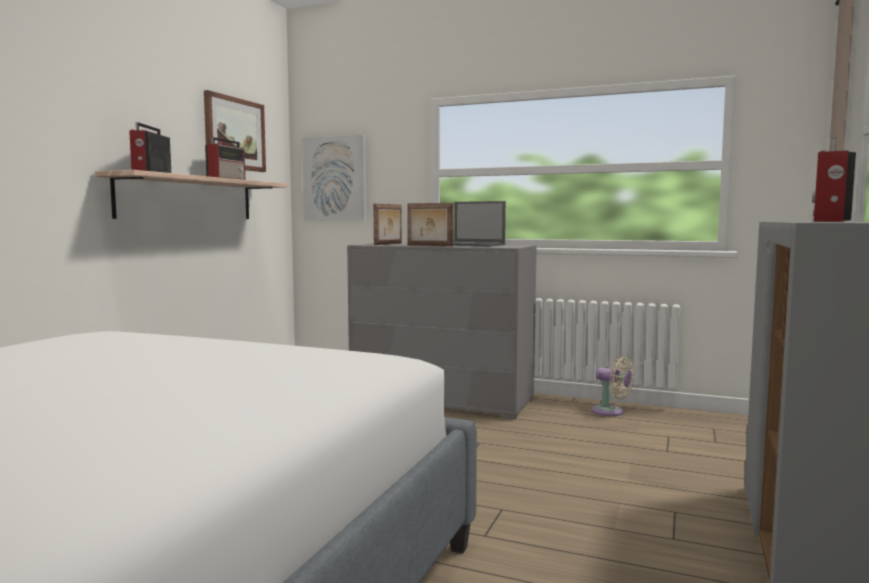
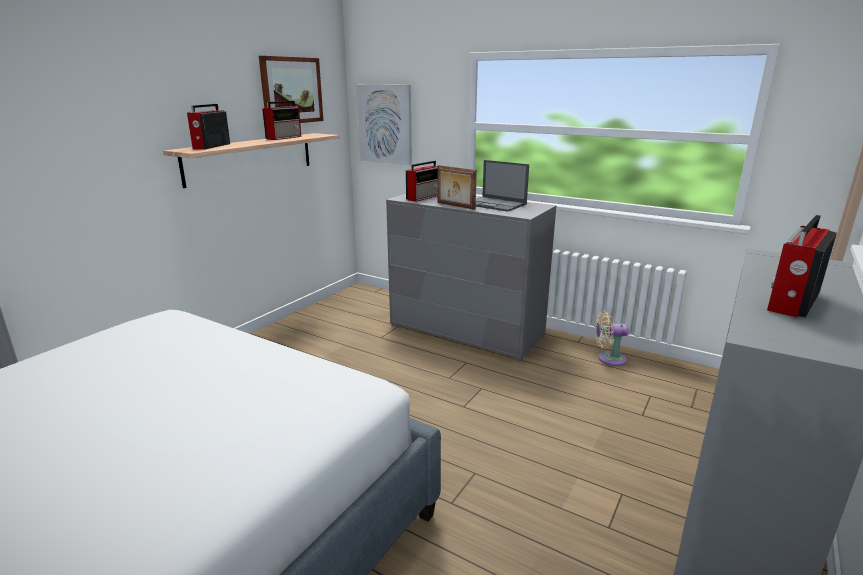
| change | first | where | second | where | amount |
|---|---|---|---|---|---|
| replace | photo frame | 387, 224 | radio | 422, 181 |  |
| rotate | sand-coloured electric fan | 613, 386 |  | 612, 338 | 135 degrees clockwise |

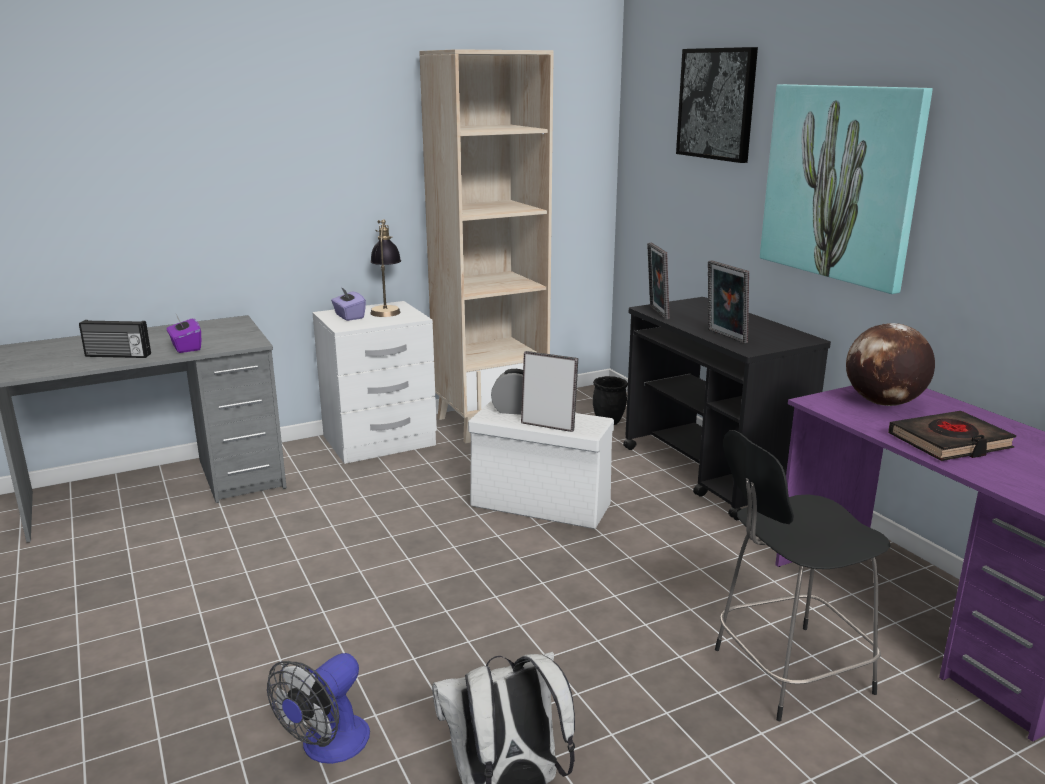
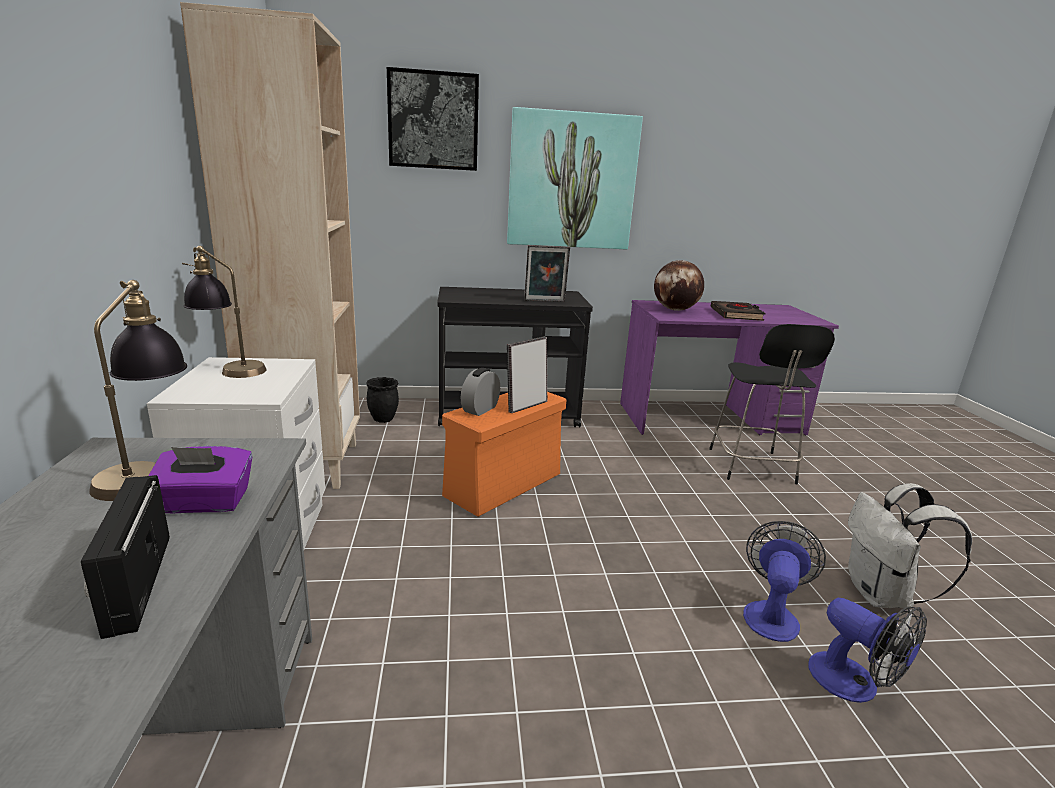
| change | first | where | second | where | amount |
|---|---|---|---|---|---|
| delete | photo frame | 658, 281 |  |  |  |
| delete | purple-coloured box of tissues | 348, 304 |  |  |  |
| rotate | radio | 115, 339 |  | 125, 557 | 135 degrees clockwise |
| recolor | white storage bin | 541, 465 | orangey storage bin | 504, 454 |  |
| insert |  |  | table lamp | 138, 390 |  |
| insert |  |  | electric fan | 784, 581 |  |

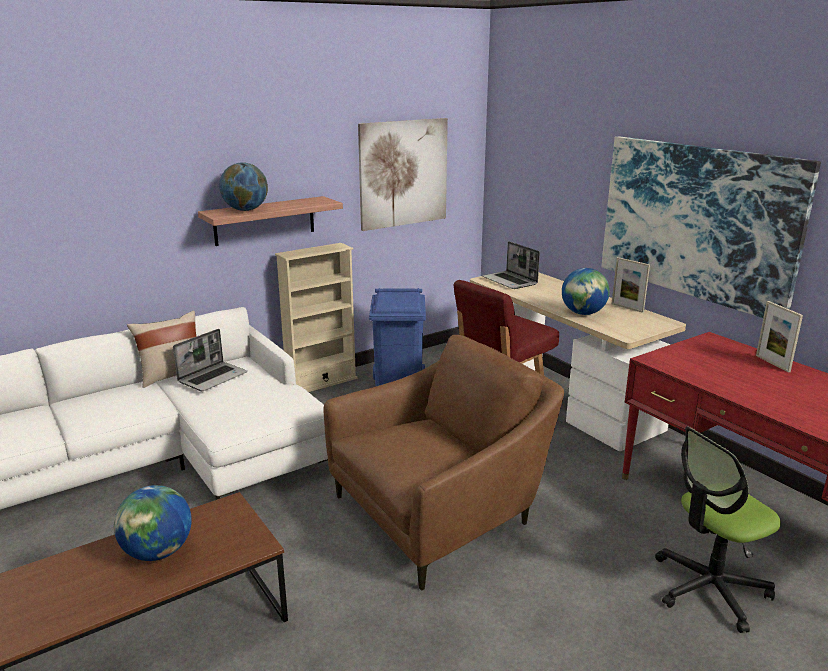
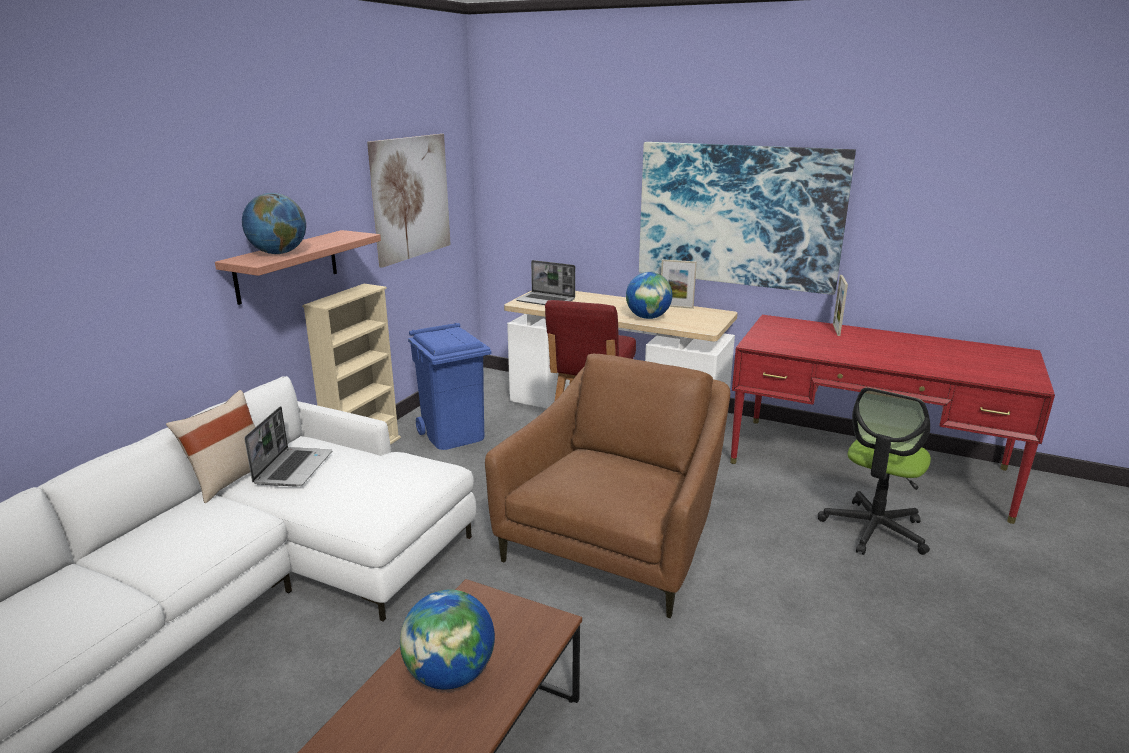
| change | first | where | second | where | amount |
|---|---|---|---|---|---|
| rotate | photo frame | 779, 337 |  | 840, 305 | 60 degrees clockwise |

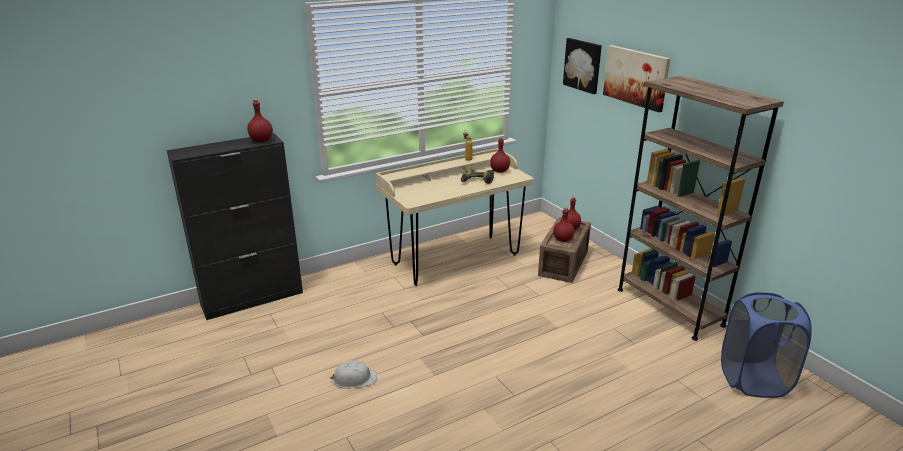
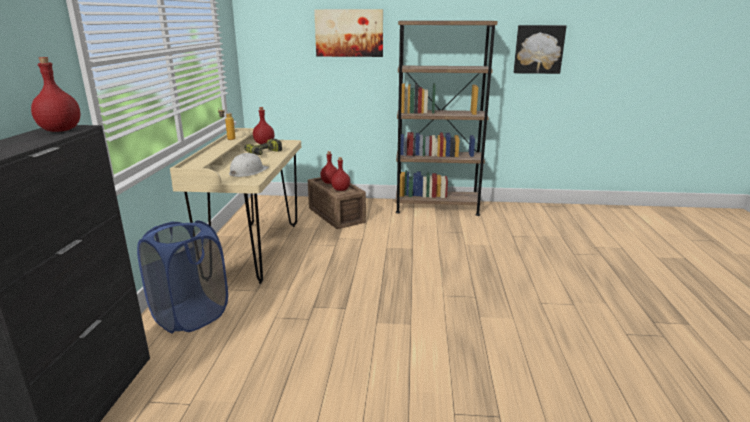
| change | first | where | second | where | amount |
|---|---|---|---|---|---|
| move | wall picture | 582, 66 |  | 540, 49 |  |
| move | bluish hamper | 766, 345 |  | 182, 277 |  |
| move | white work helmet | 353, 374 |  | 249, 165 |  |

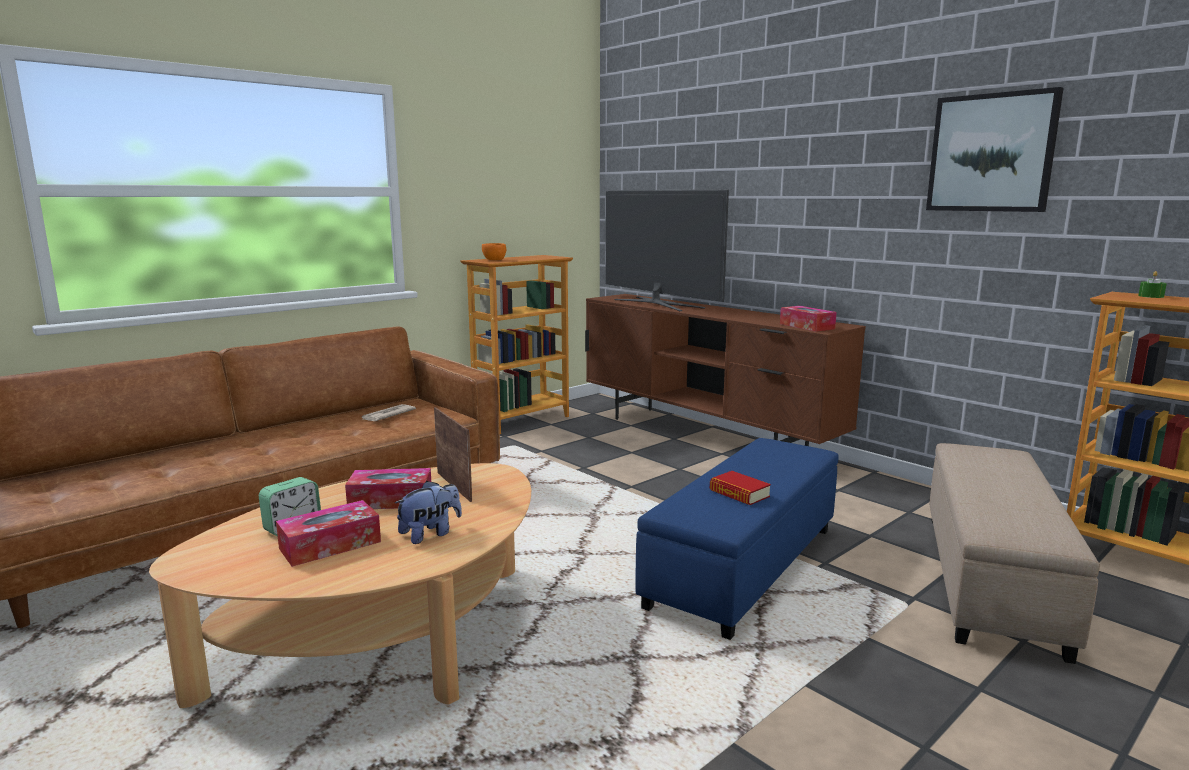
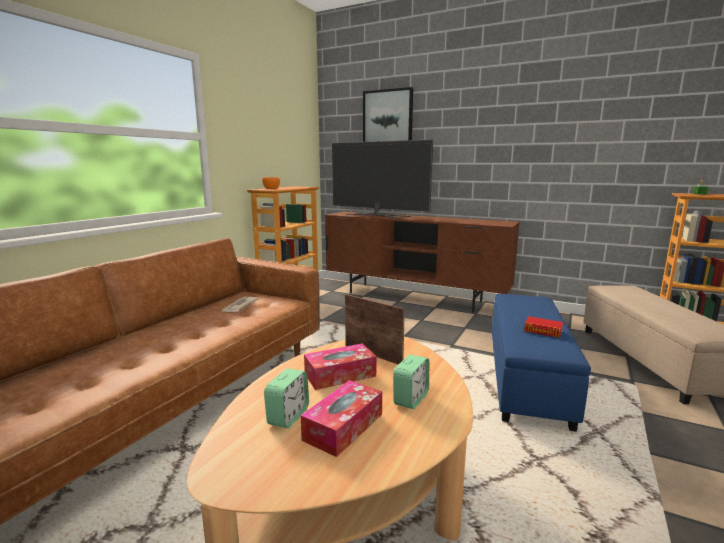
| change | first | where | second | where | amount |
|---|---|---|---|---|---|
| move | wall picture | 994, 149 |  | 388, 114 |  |
| delete | box of tissues | 808, 319 |  |  |  |
| replace | cuddly toy | 428, 512 | table clock | 411, 382 |  |

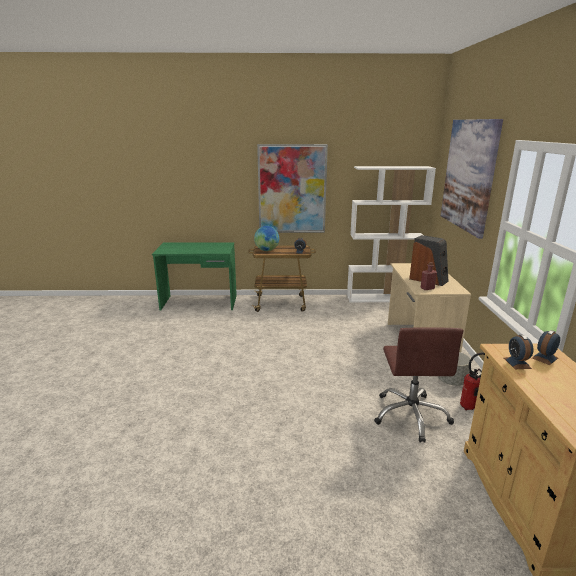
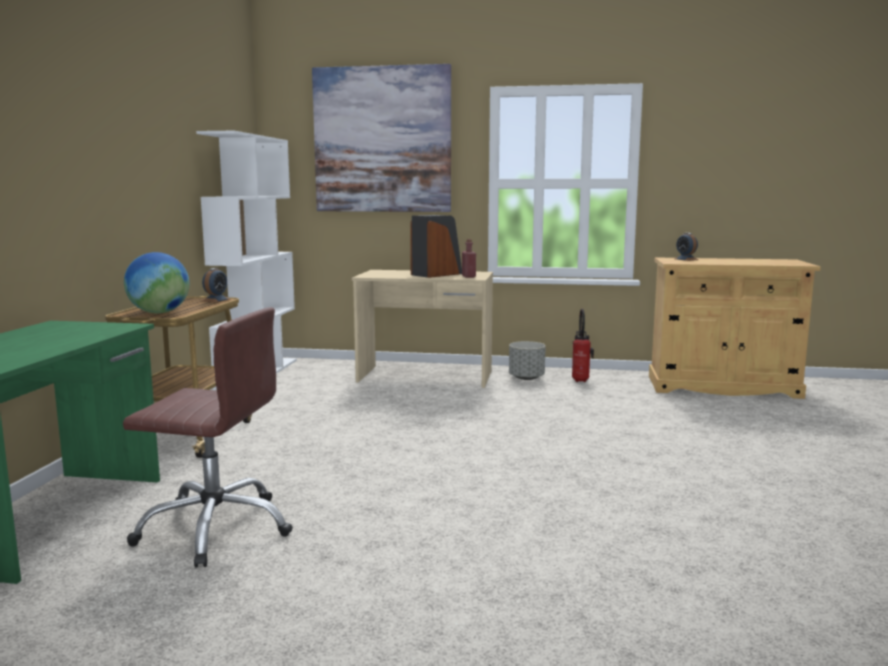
| change | first | where | second | where | amount |
|---|---|---|---|---|---|
| delete | wall picture | 292, 188 |  |  |  |
| move | brown-coloured computer chair | 419, 385 |  | 208, 437 |  |
| delete | table clock | 518, 352 |  |  |  |

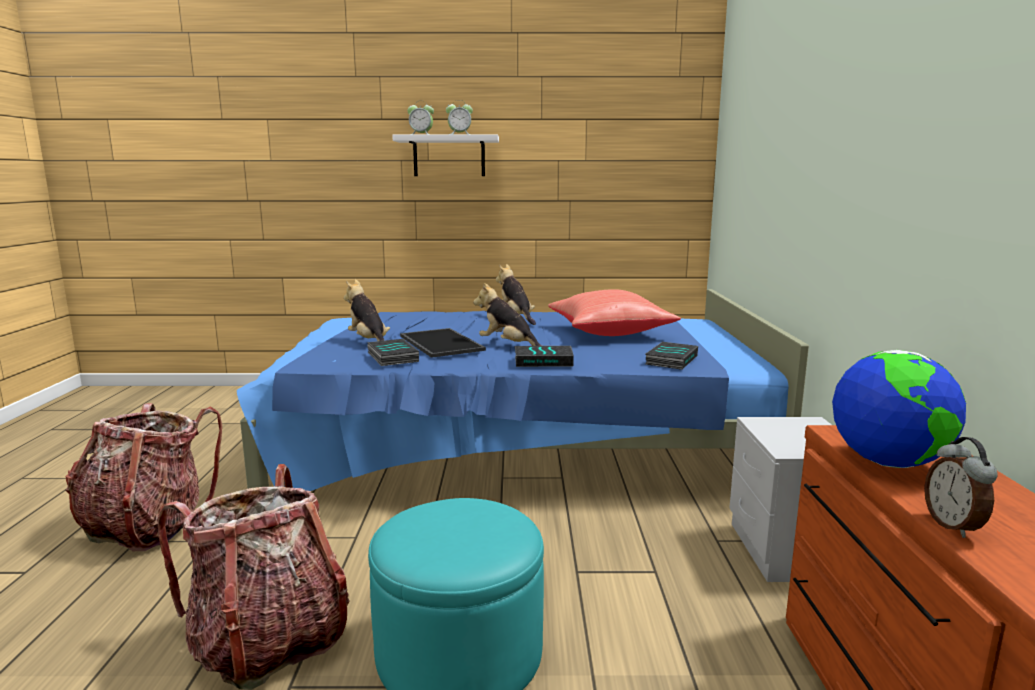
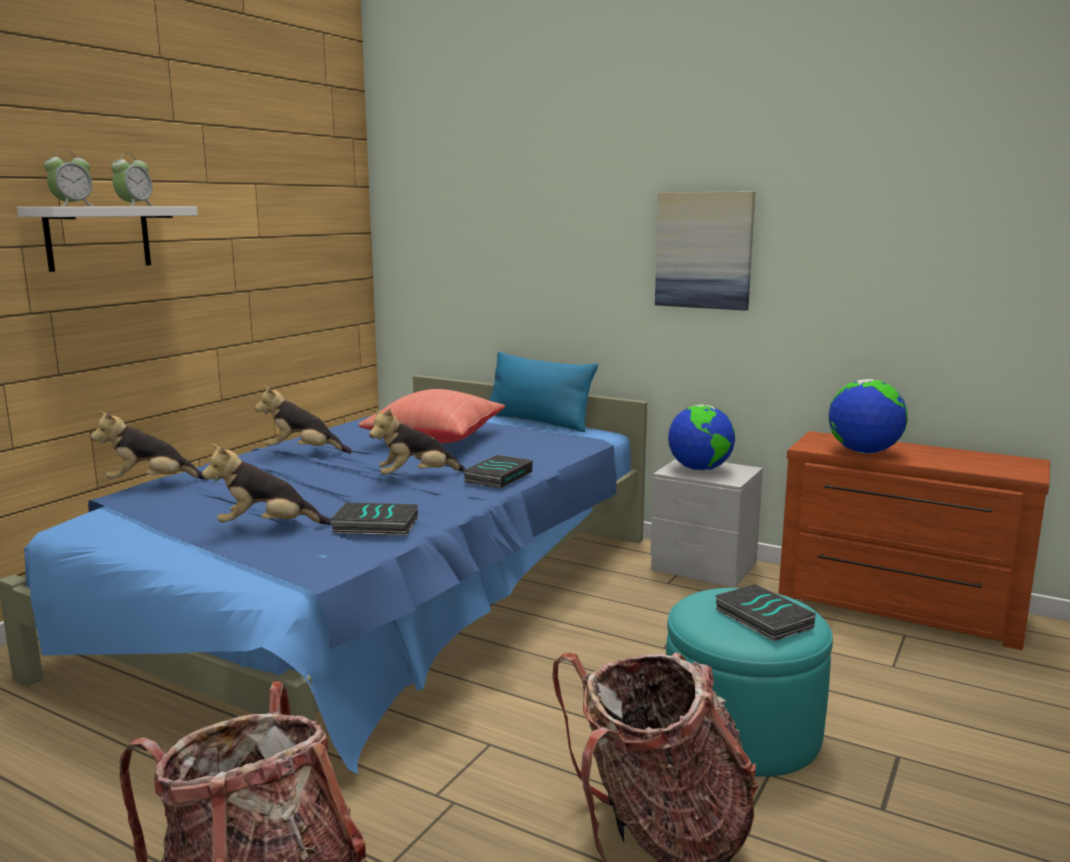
| change | first | where | second | where | amount |
|---|---|---|---|---|---|
| delete | serving tray | 443, 343 |  |  |  |
| move | bound book | 671, 356 |  | 765, 613 |  |
| delete | table clock | 961, 487 |  |  |  |
| insert |  |  | wall picture | 705, 251 |  |
| insert |  |  | bluish pillow | 543, 392 |  |
| insert |  |  | globe | 701, 437 |  |
| insert |  |  | cuddly toy | 149, 445 |  |

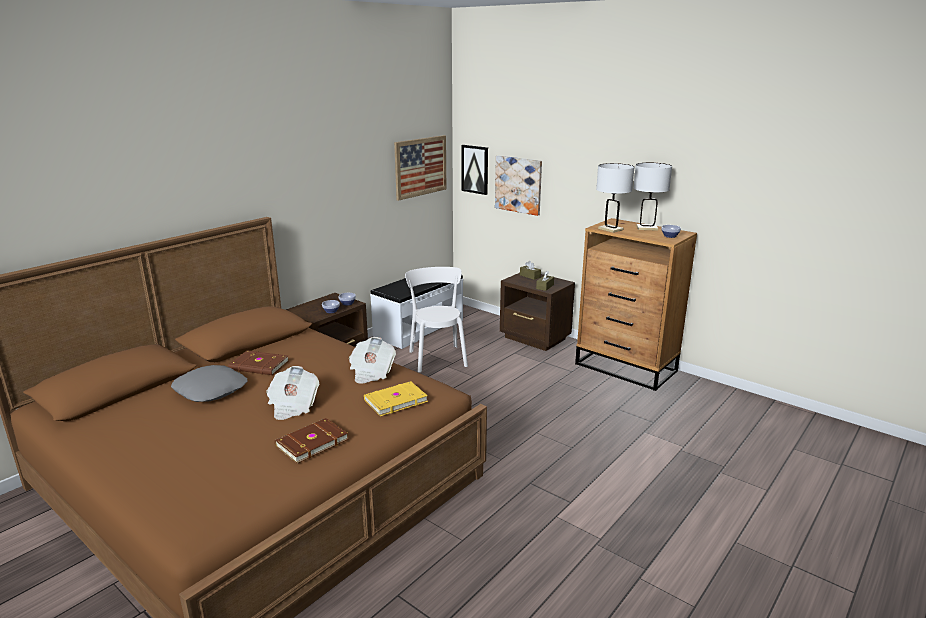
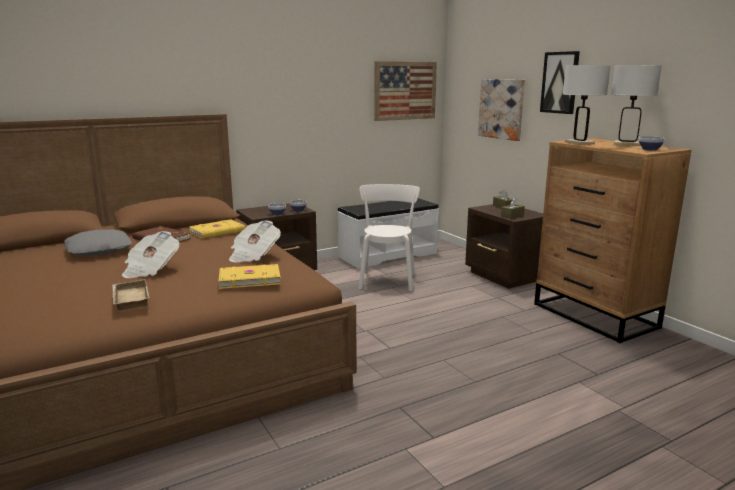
| change | first | where | second | where | amount |
|---|---|---|---|---|---|
| move | wall picture | 475, 170 |  | 560, 82 |  |
| replace | brown-coloured bound book | 312, 441 | sand-coloured serving tray | 131, 294 |  |
| insert |  |  | yellow-coloured bound book | 217, 229 |  |

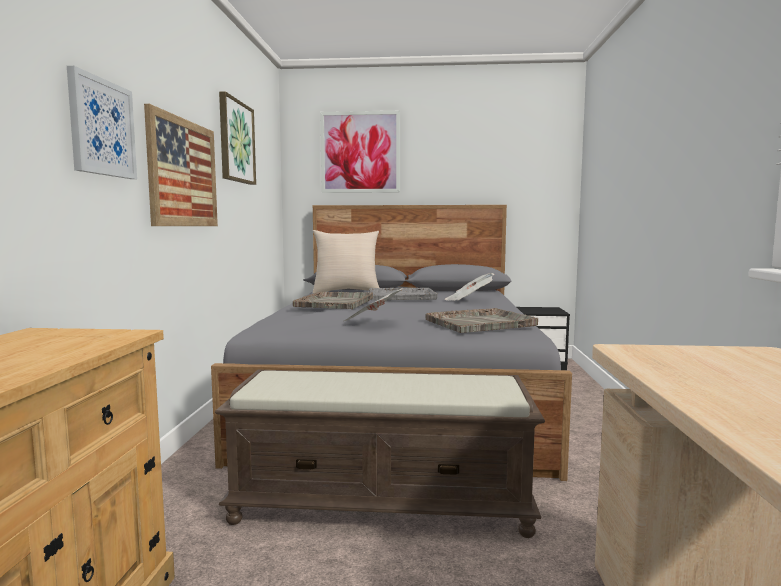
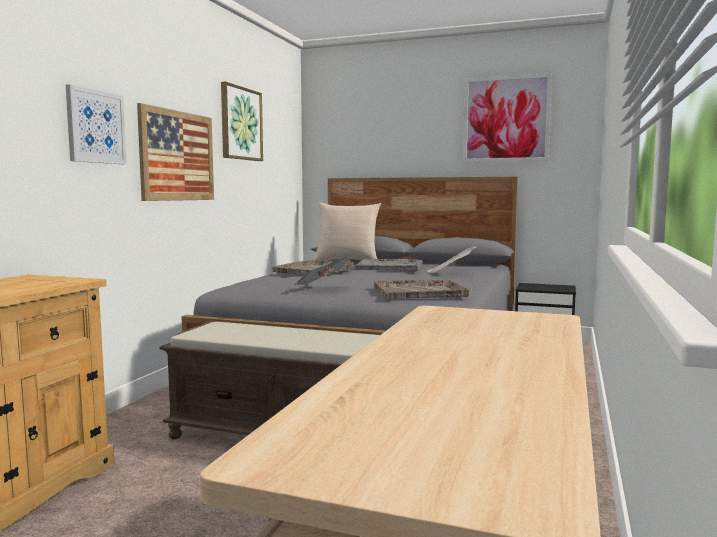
| change | first | where | second | where | amount |
|---|---|---|---|---|---|
| move | wall picture | 360, 152 |  | 507, 117 |  |

